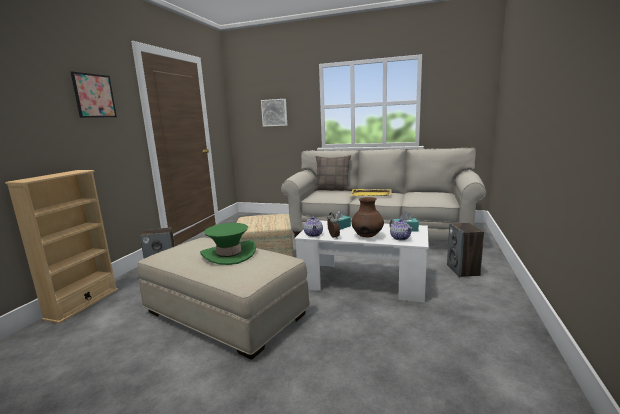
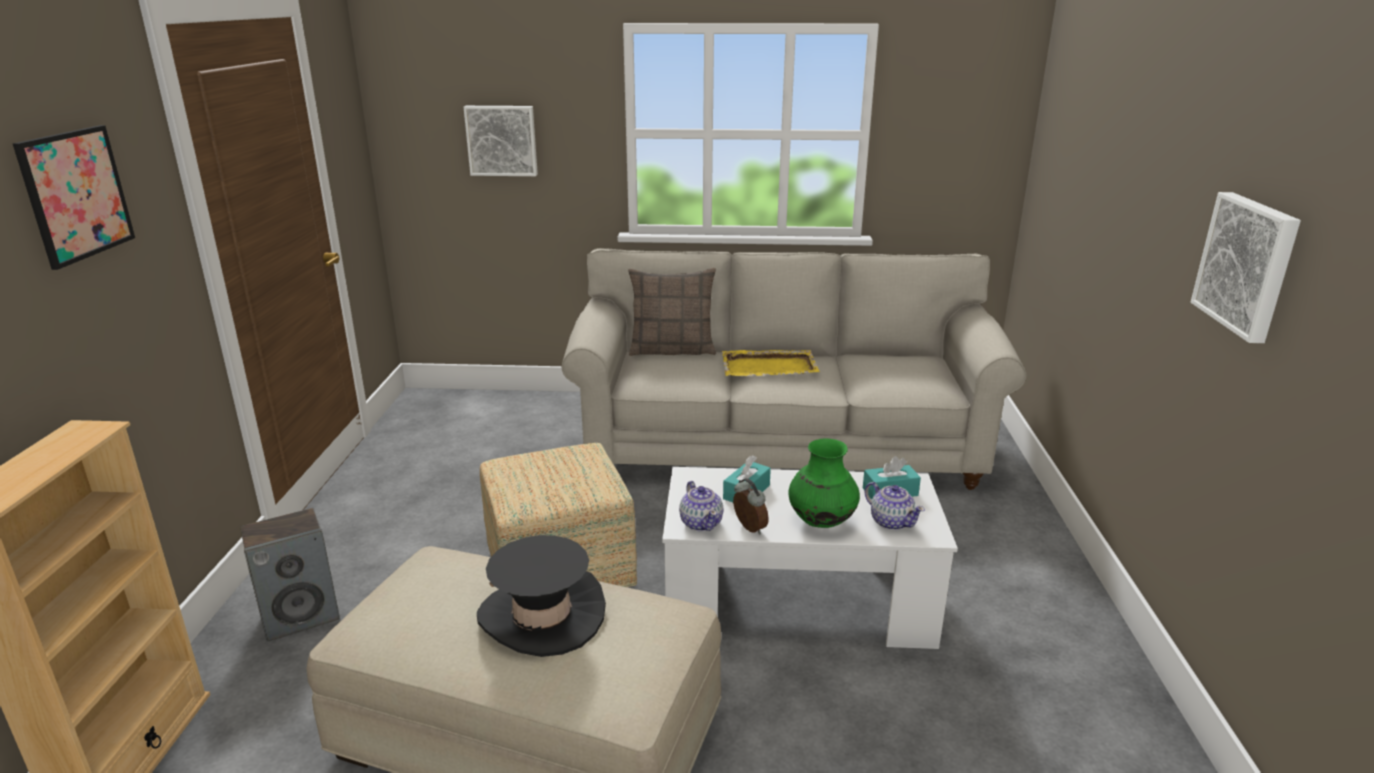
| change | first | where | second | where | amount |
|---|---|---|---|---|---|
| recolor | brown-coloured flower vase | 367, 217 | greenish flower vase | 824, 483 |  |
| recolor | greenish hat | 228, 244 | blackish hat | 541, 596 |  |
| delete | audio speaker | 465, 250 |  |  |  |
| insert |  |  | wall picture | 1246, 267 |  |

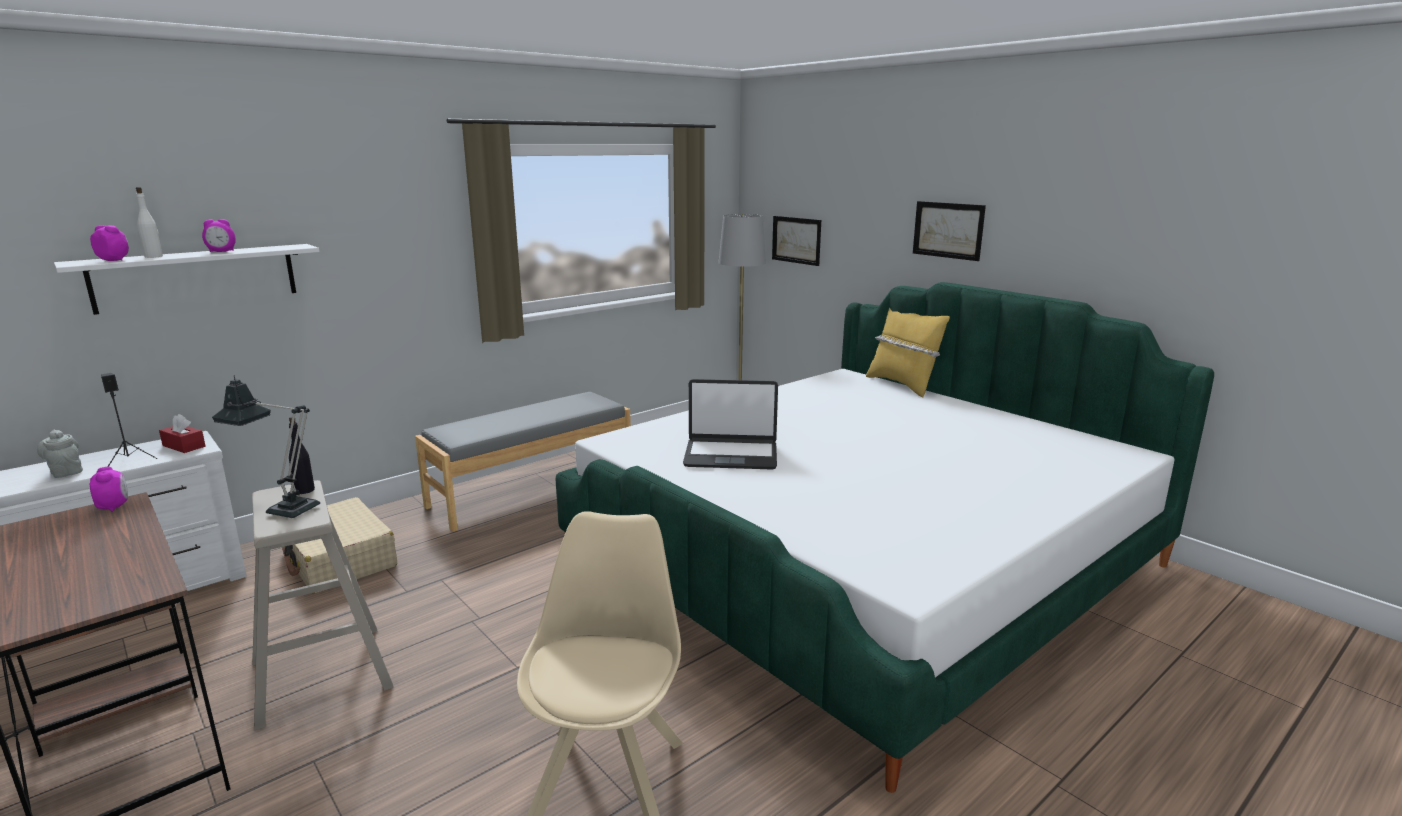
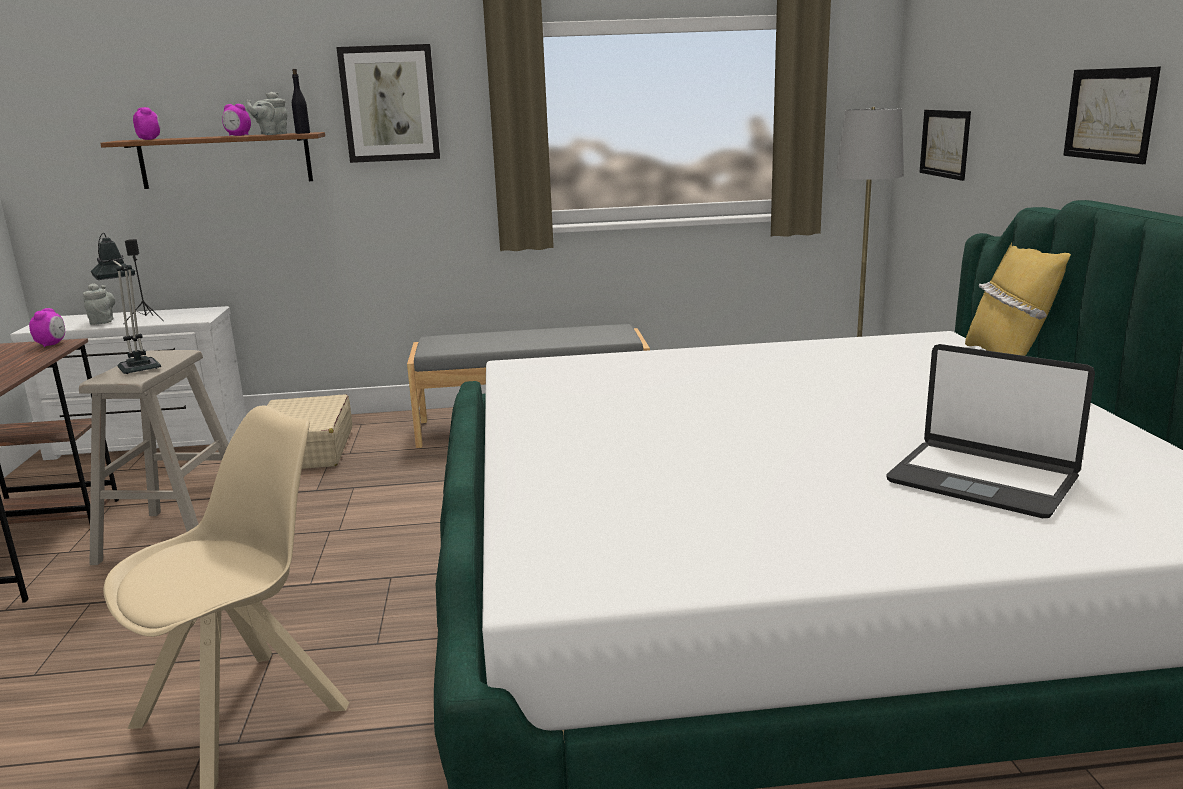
| change | first | where | second | where | amount |
|---|---|---|---|---|---|
| delete | white bottle | 149, 222 |  |  |  |
| recolor | white shelf | 187, 279 | brown-coloured shelf | 212, 160 |  |
| move | portable computer | 730, 424 |  | 991, 431 |  |
| delete | red-coloured box of tissues | 182, 433 |  |  |  |
| move | blackish bottle | 302, 455 |  | 301, 101 |  |
| insert |  |  | wall picture | 388, 103 |  |
| insert |  |  | grey pot for tea | 266, 113 |  |

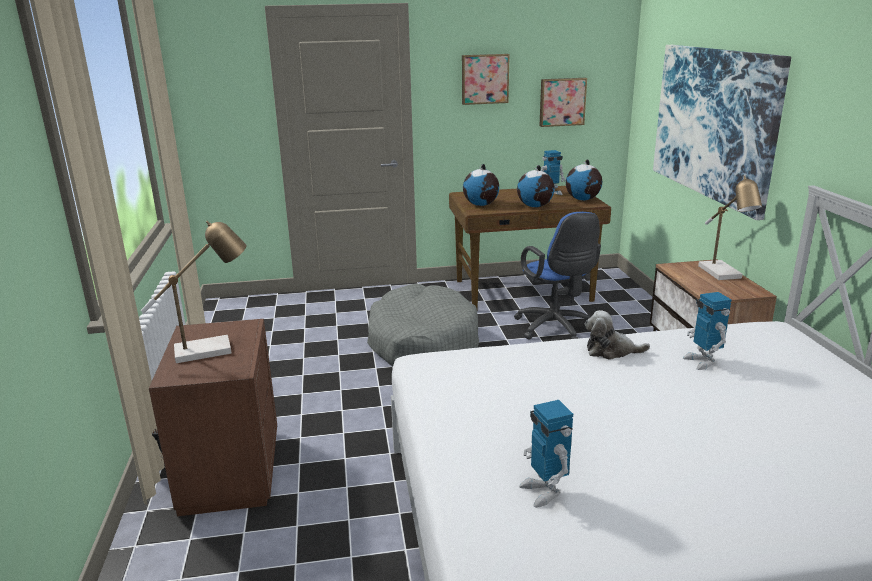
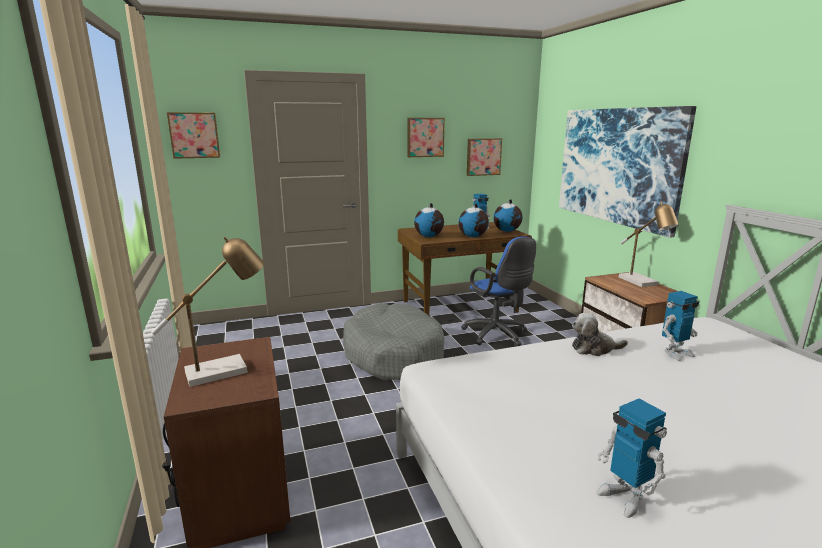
| change | first | where | second | where | amount |
|---|---|---|---|---|---|
| rotate | toy robot | 707, 331 |  | 680, 326 | 90 degrees counterclockwise |
| insert |  |  | wall picture | 193, 135 |  |

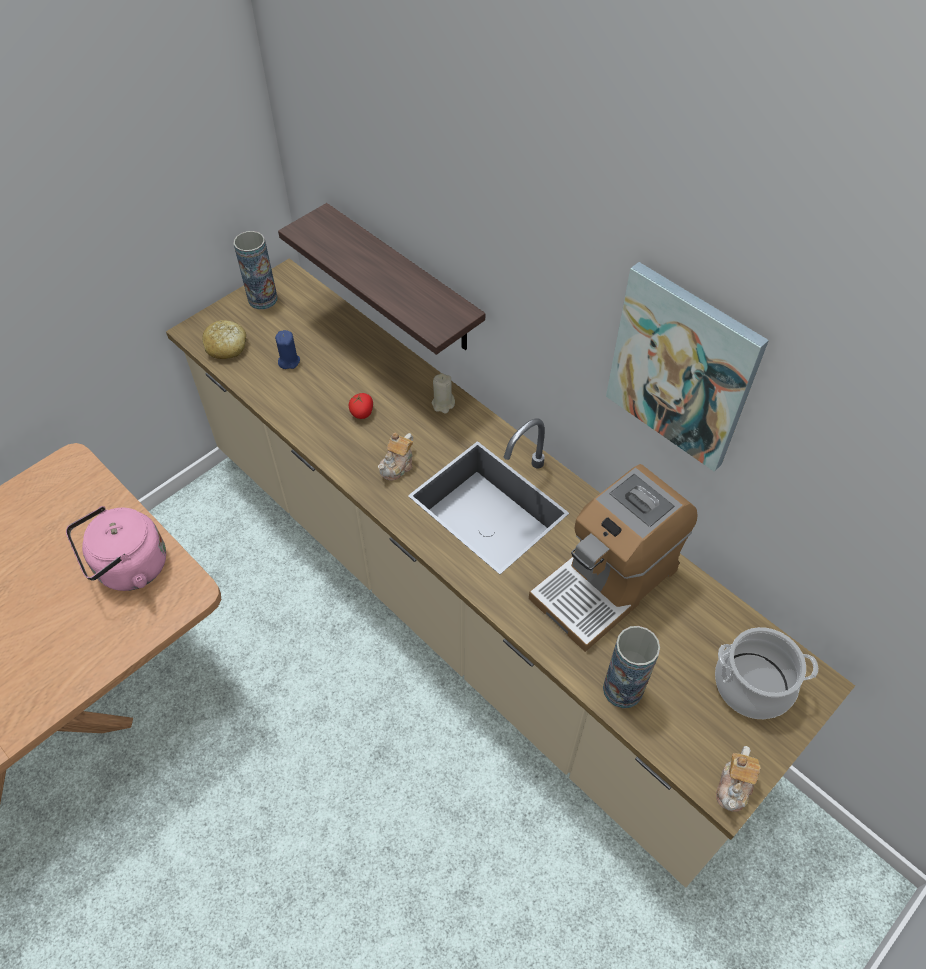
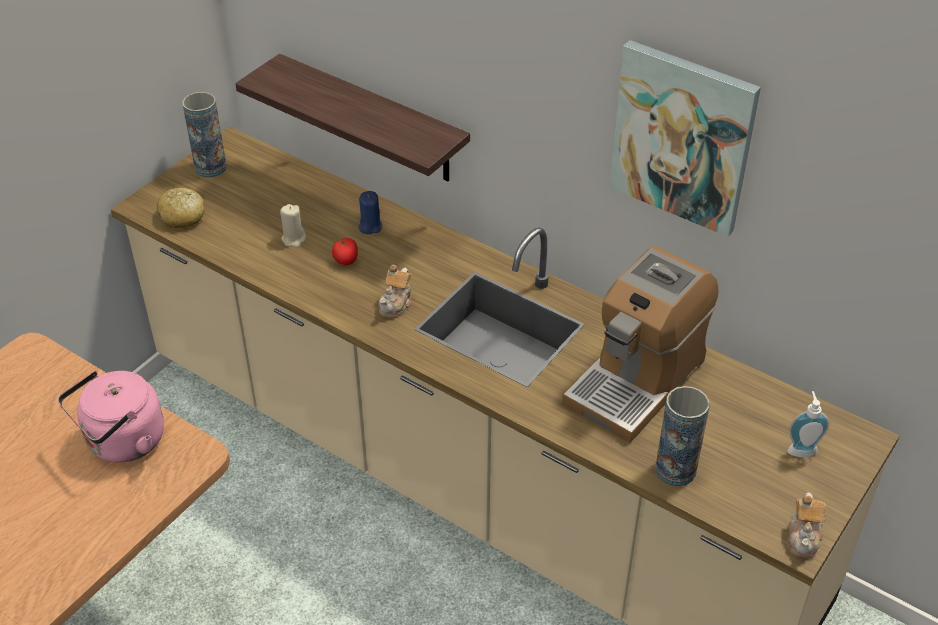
| change | first | where | second | where | amount |
|---|---|---|---|---|---|
| move | bluish wax light | 287, 349 |  | 370, 212 |  |
| move | sand-coloured wax light | 443, 393 |  | 293, 225 |  |
| replace | saucepot | 766, 673 | soap bottle | 808, 424 |  |

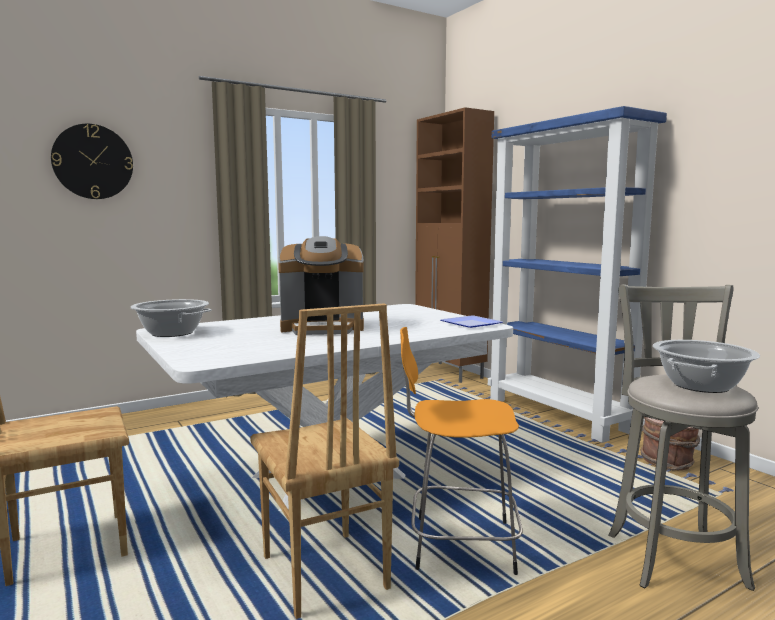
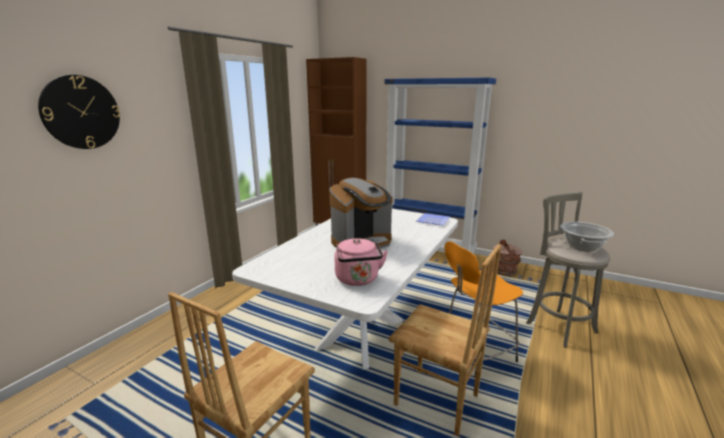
| change | first | where | second | where | amount |
|---|---|---|---|---|---|
| delete | saucepot | 171, 318 |  |  |  |
| insert |  |  | pinkish kettle | 361, 262 |  |

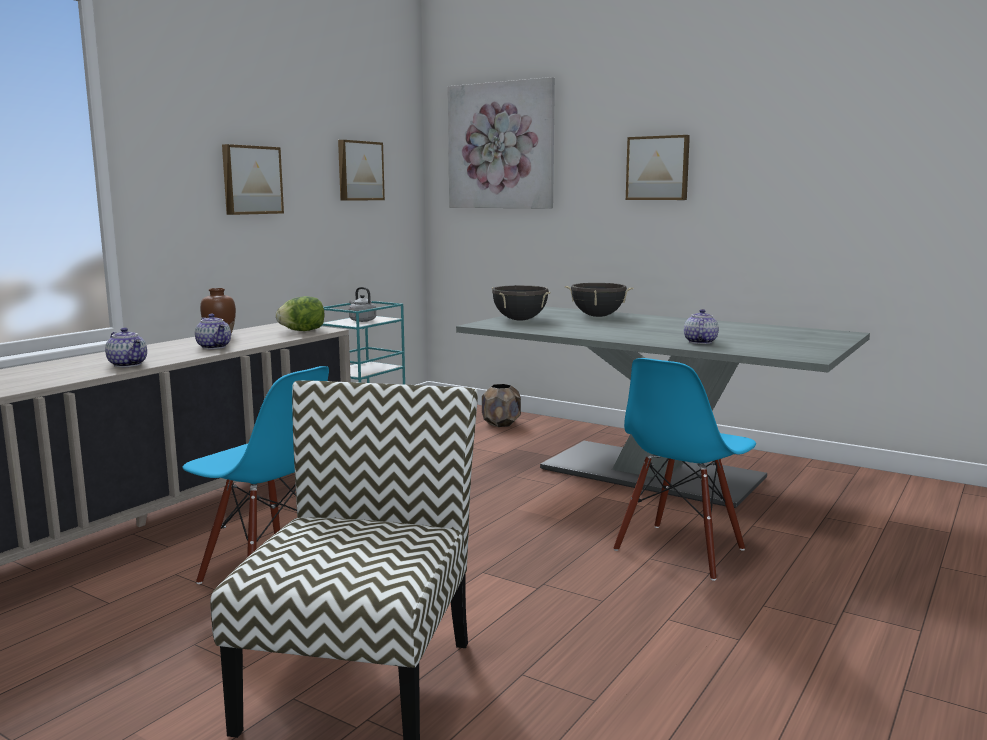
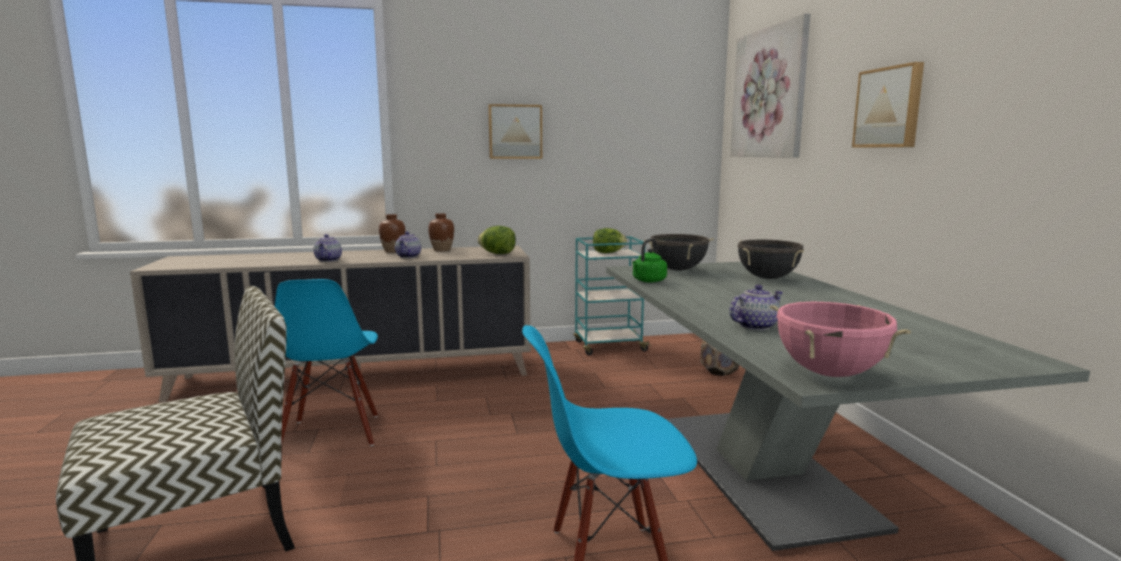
| change | first | where | second | where | amount |
|---|---|---|---|---|---|
| delete | wall picture | 361, 170 |  |  |  |
| replace | grey kettle | 362, 304 | lettuce head | 610, 240 |  |
| insert |  |  | brown-coloured flower vase | 392, 233 |  |
| insert |  |  | greenish kettle | 649, 261 |  |
| insert |  |  | pinkish saucepot | 840, 339 |  |

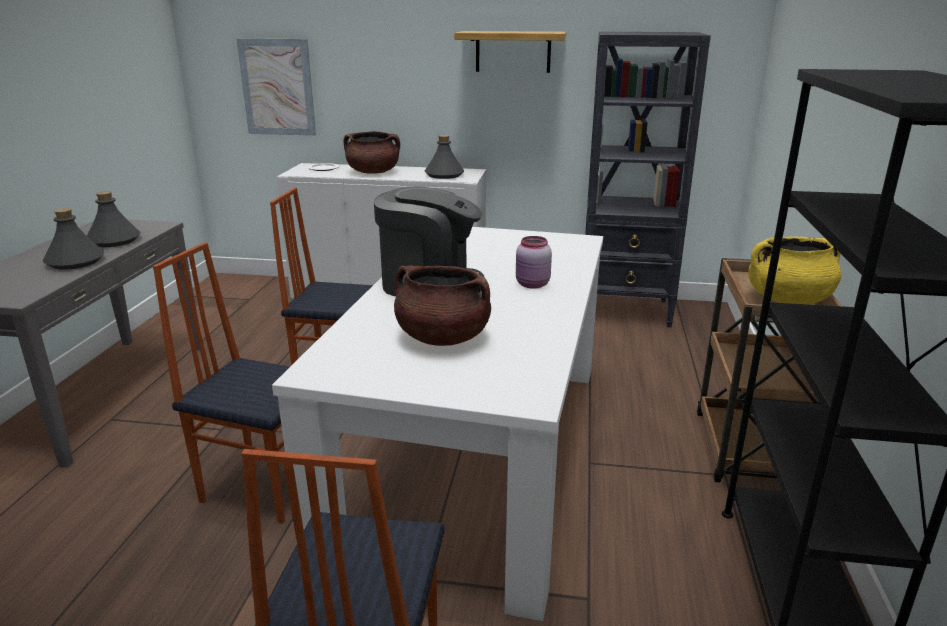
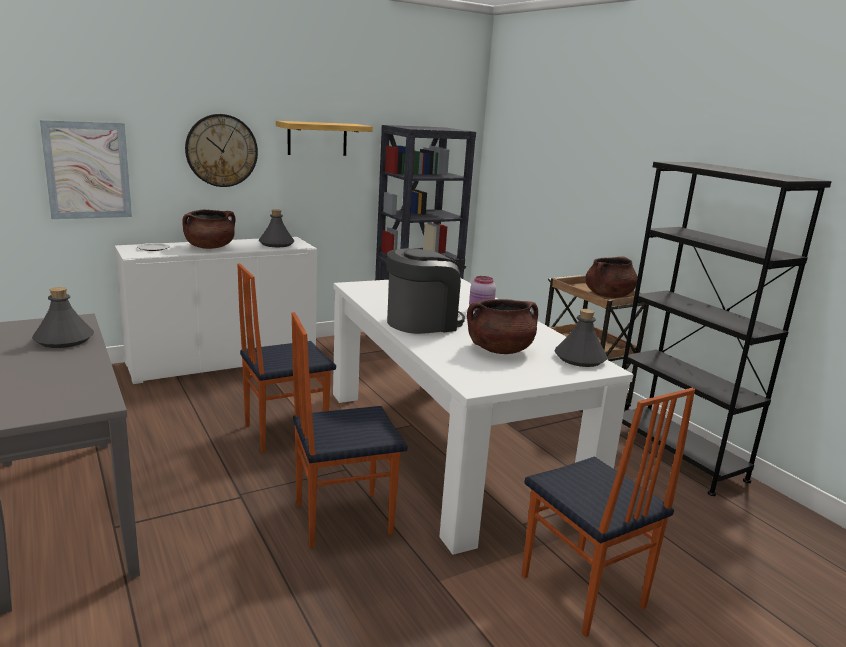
| change | first | where | second | where | amount |
|---|---|---|---|---|---|
| move | grey bottle | 74, 239 |  | 580, 338 |  |
| recolor | yellow-coloured saucepot | 794, 271 | brown-coloured saucepot | 611, 277 |  |
| insert |  |  | hanging clock | 221, 150 |  |

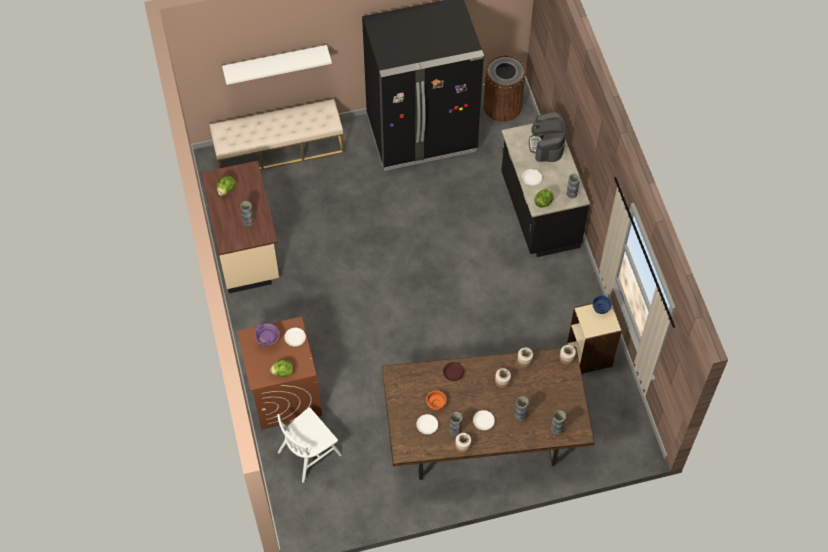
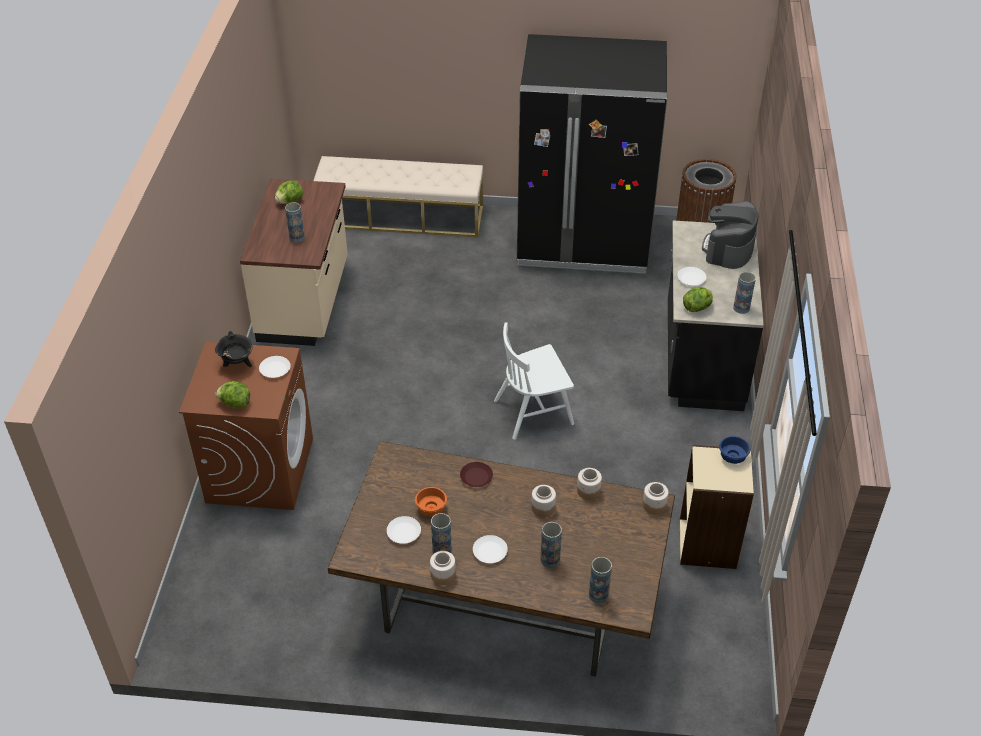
| change | first | where | second | where | amount |
|---|---|---|---|---|---|
| delete | white shelf | 277, 65 |  |  |  |
| recolor | purple-coloured saucepot | 267, 335 | blackish saucepot | 234, 349 |  |
| move | white upright chair | 309, 445 |  | 534, 381 |  |

